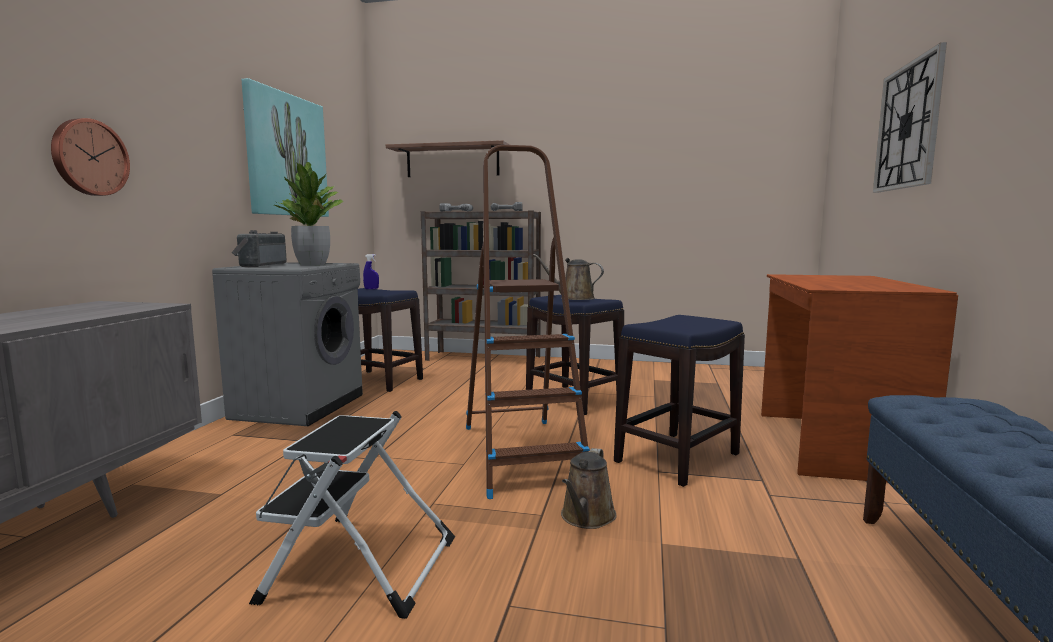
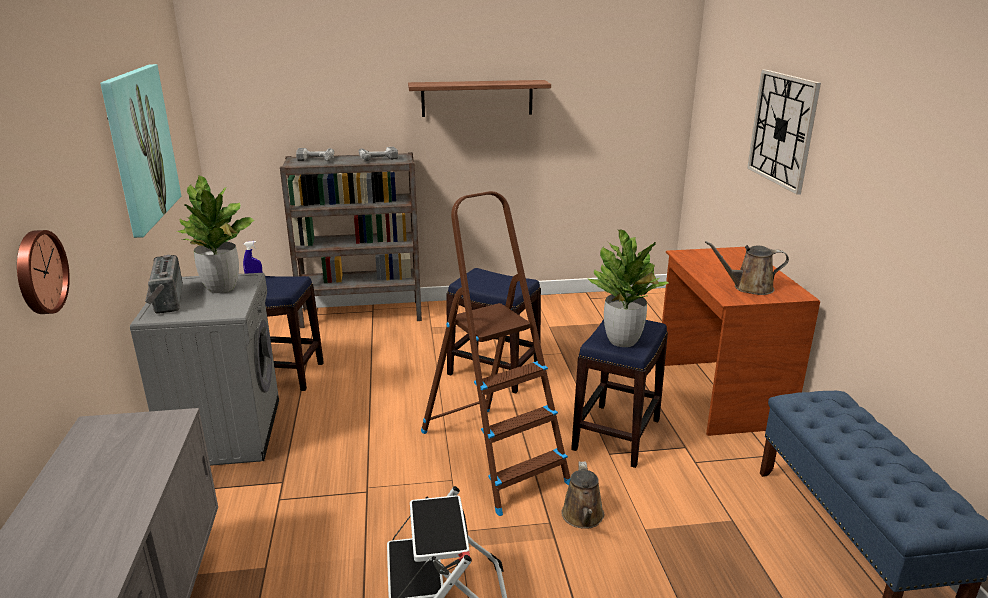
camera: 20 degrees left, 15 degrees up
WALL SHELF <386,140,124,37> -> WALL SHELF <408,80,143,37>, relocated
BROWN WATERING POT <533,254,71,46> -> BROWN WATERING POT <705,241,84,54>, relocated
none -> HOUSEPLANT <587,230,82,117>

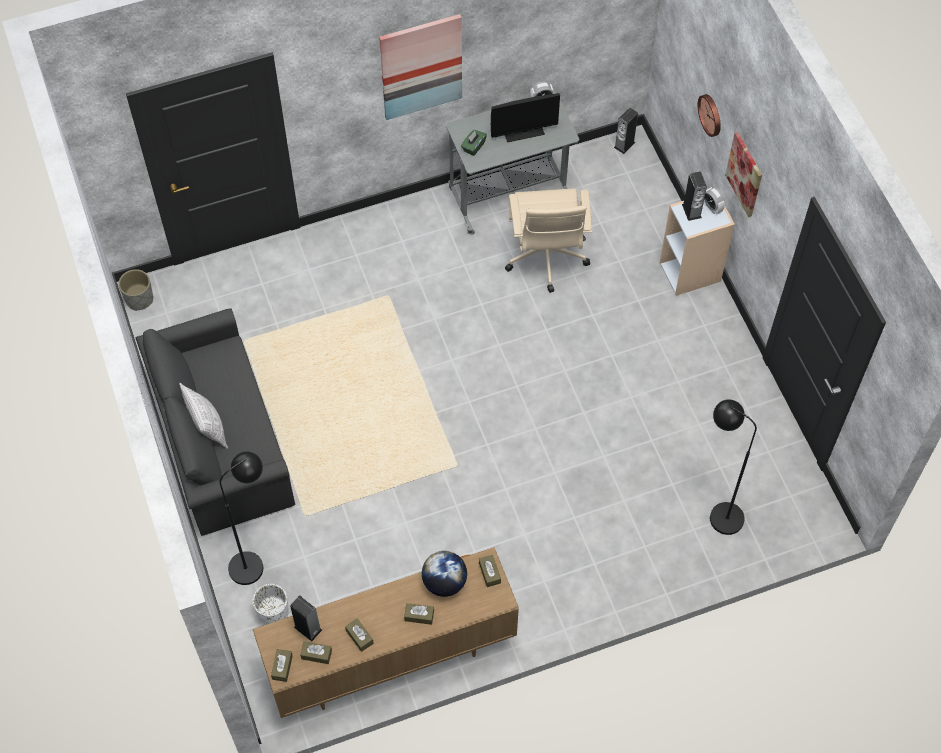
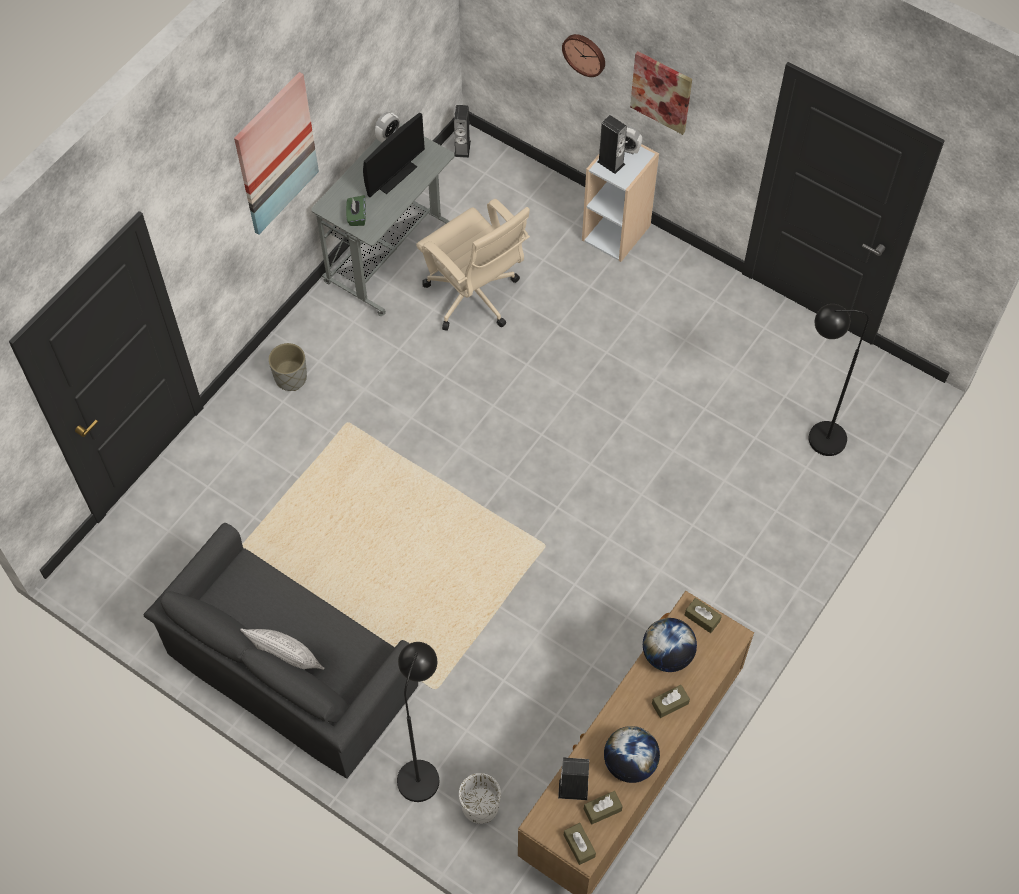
camera: 35 degrees left, 0 degrees up
GRAY FLOWER POT <118,269,35,42> -> GRAY FLOWER POT <268,343,39,48>, relocated
BROWN TISSUE BOX <345,618,29,34> -> WORLD GLOBE <604,726,56,57>

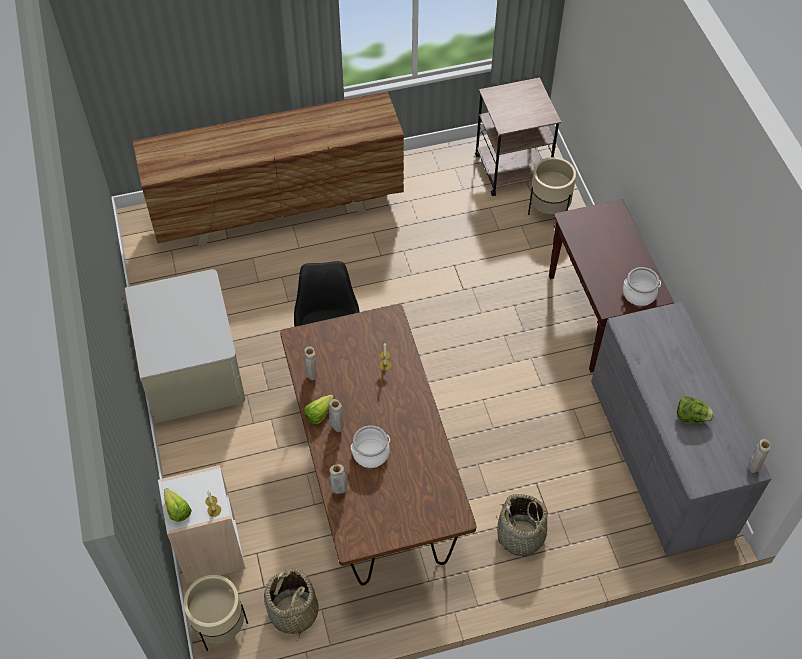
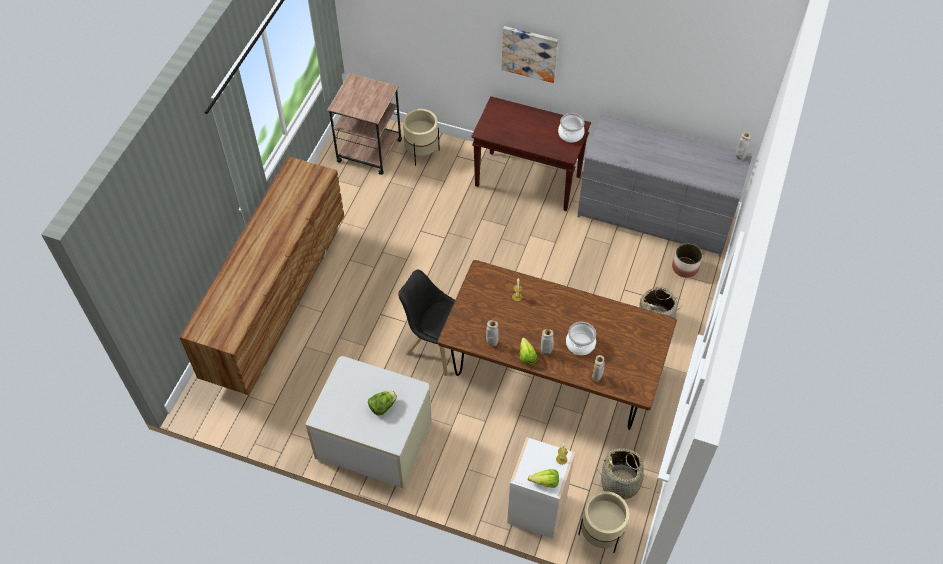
camera: 55 degrees left, 0 degrees up
LETTUCE <677,396,37,27> -> LETTUCE <368,391,29,25>, relocated
none -> PICTURE <501,26,57,57>
none -> FLOWER POT <672,243,30,35>

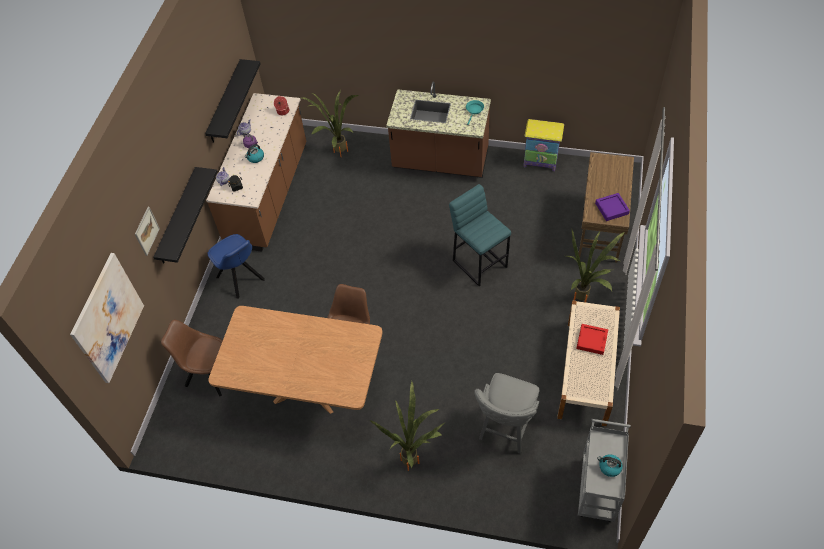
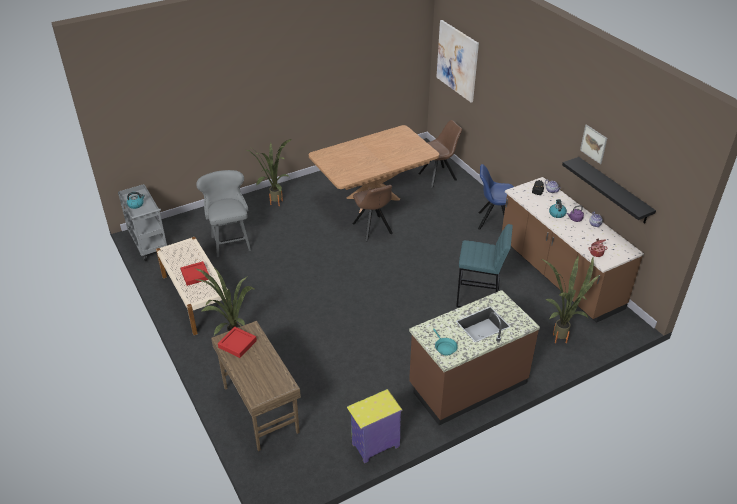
camera: 135 degrees right, 15 degrees down
BLACK-COLOURED WALL SHELF <154,167,63,97> -> none
BLUE-GREEN STOOL <449,184,62,102> -> BLUE-GREEN STOOL <456,224,57,83>, relocated
PURPLISH CARRYING TRAY <595,193,35,28> -> RED-COLOURED CARRYING TRAY <218,327,39,31>
PICTURE <135,207,25,49> -> PICTURE <580,125,27,39>, relocated

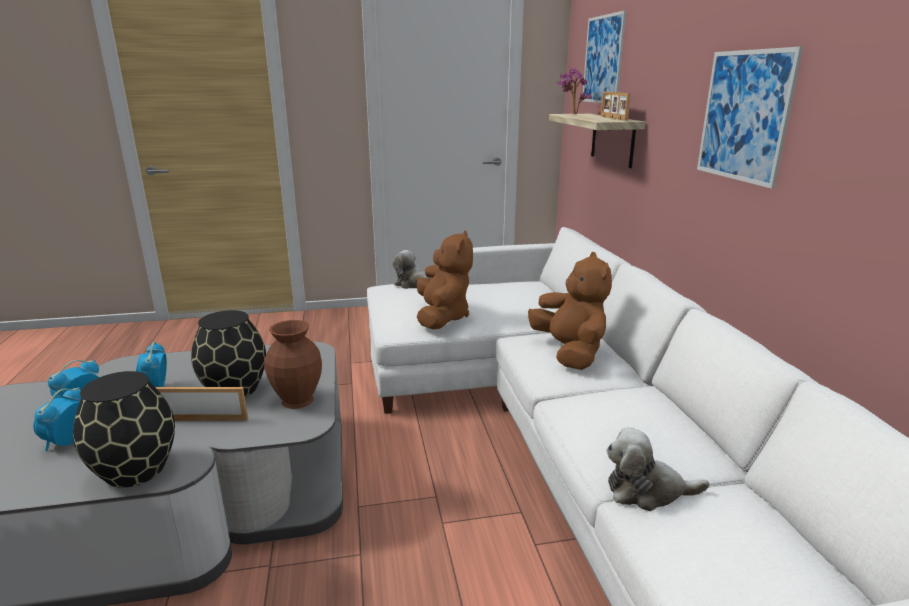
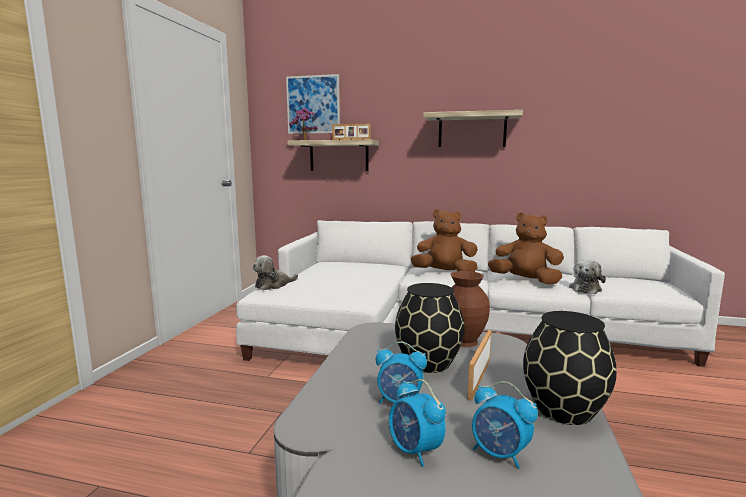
camera: 65 degrees left, 10 degrees down
PICTURE <697,47,106,142> -> WALL SHELF <423,110,100,37>
BROWN PLUSH TOY <417,230,56,99> -> BROWN PLUSH TOY <488,213,76,71>, relocated

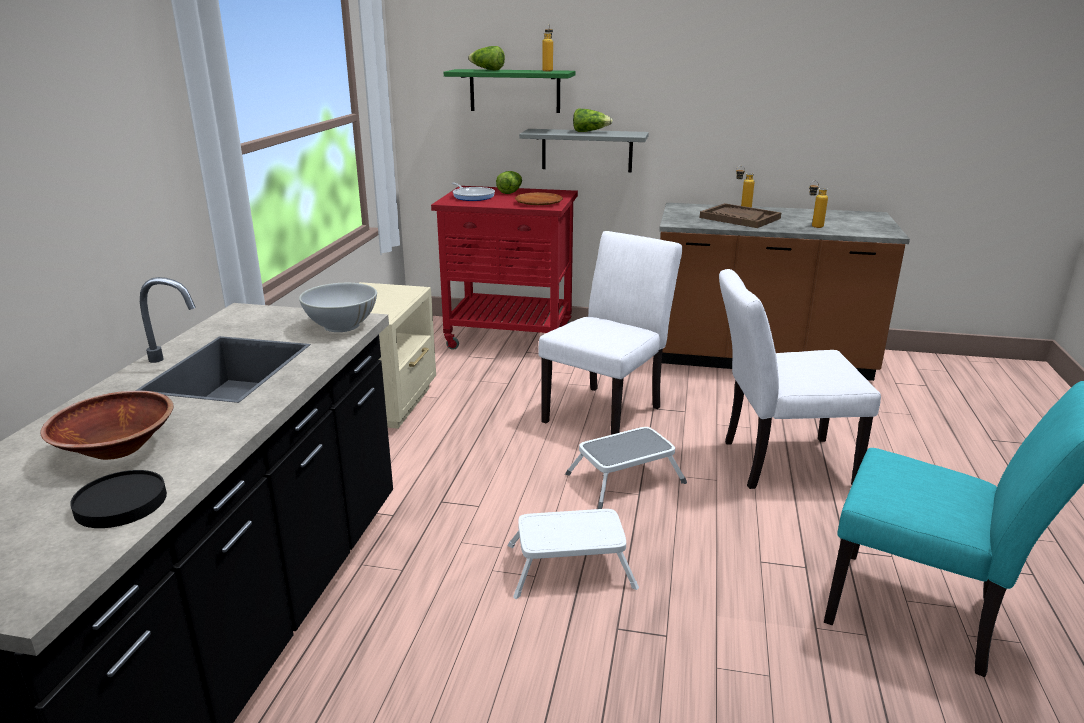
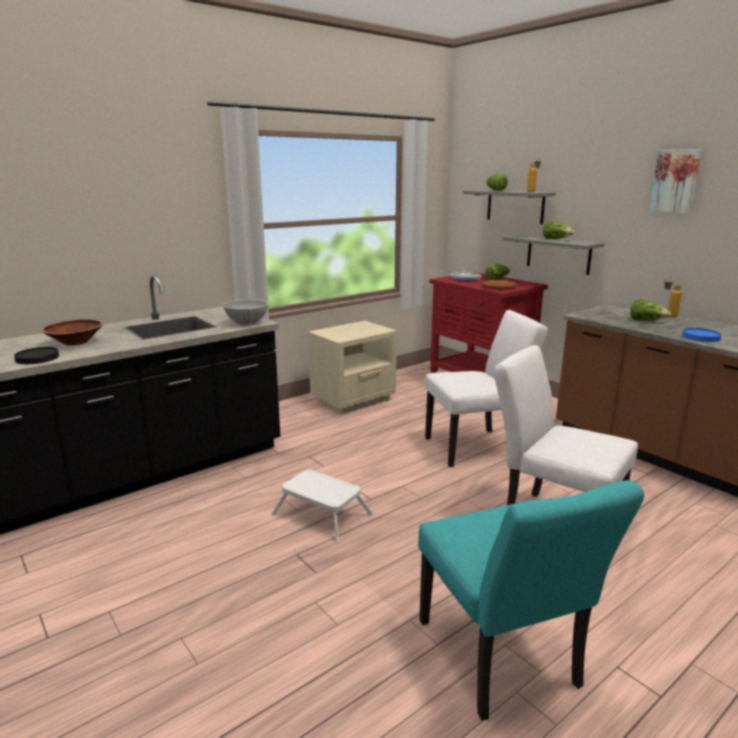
camera: 40 degrees right, 5 degrees down
GREENISH WALL SHELF <444,69,131,44> -> GRAY WALL SHELF <463,190,93,34>
BOTTLE <809,181,19,47> -> BLUE-COLOURED PLATE <682,328,39,14>
BROWN CARRYING TRAY <700,203,81,25> -> LETTUCE <630,299,41,22>
GRAY STEP STOOL <565,427,122,82> -> none
none -> PICTURE <649,149,53,65>

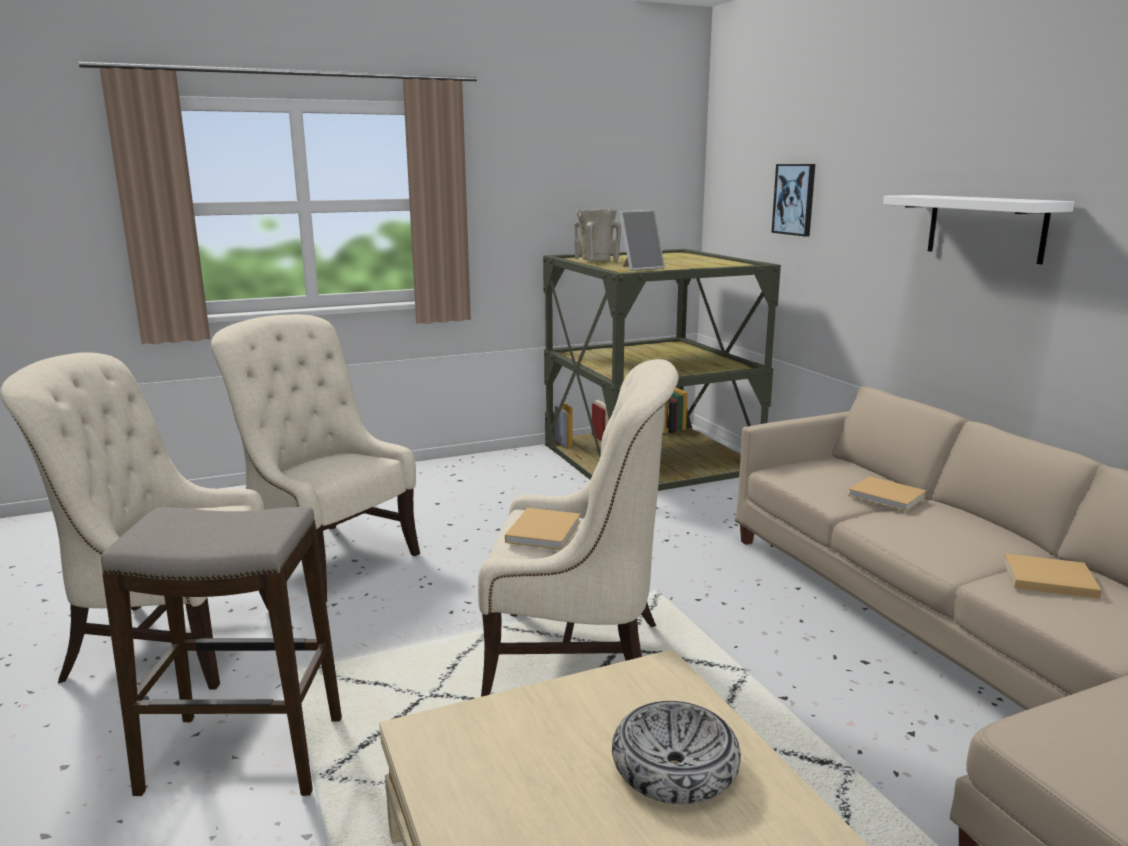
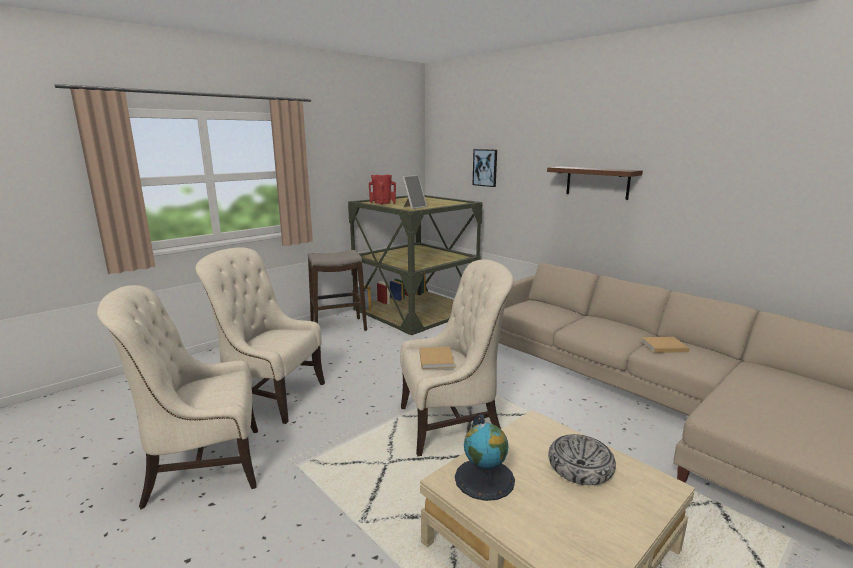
camera: 20 degrees left, 0 degrees up
WHITE WALL SHELF <883,195,191,69> -> BROWN WALL SHELF <547,167,96,33>
BEIGE FLOWER VASE <574,208,47,54> -> RED-COLOURED FLOWER VASE <369,175,27,30>
BEIGE VOLUME <848,476,79,35> -> none
STOOL <101,507,241,289> -> STOOL <308,250,59,81>, relocated
none -> WORLD GLOBE <455,415,60,86>

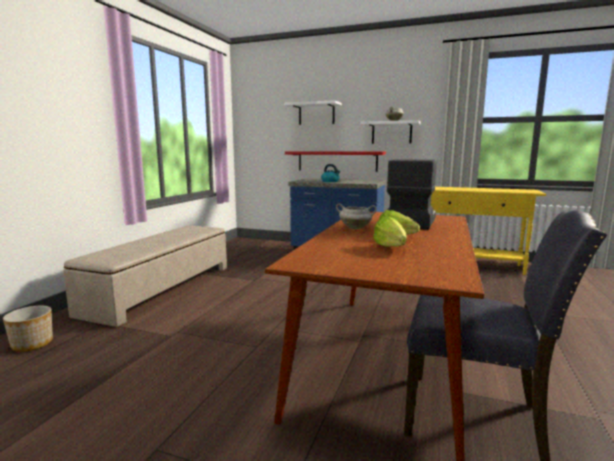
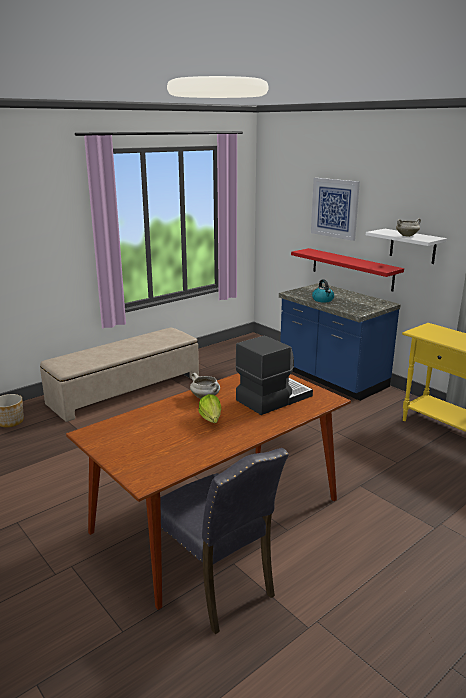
camera: 30 degrees right, 10 degrees up
WHITE WALL SHELF <284,100,58,25> -> PICTURE <311,178,49,63>
LETTUCE <373,217,34,30> -> none

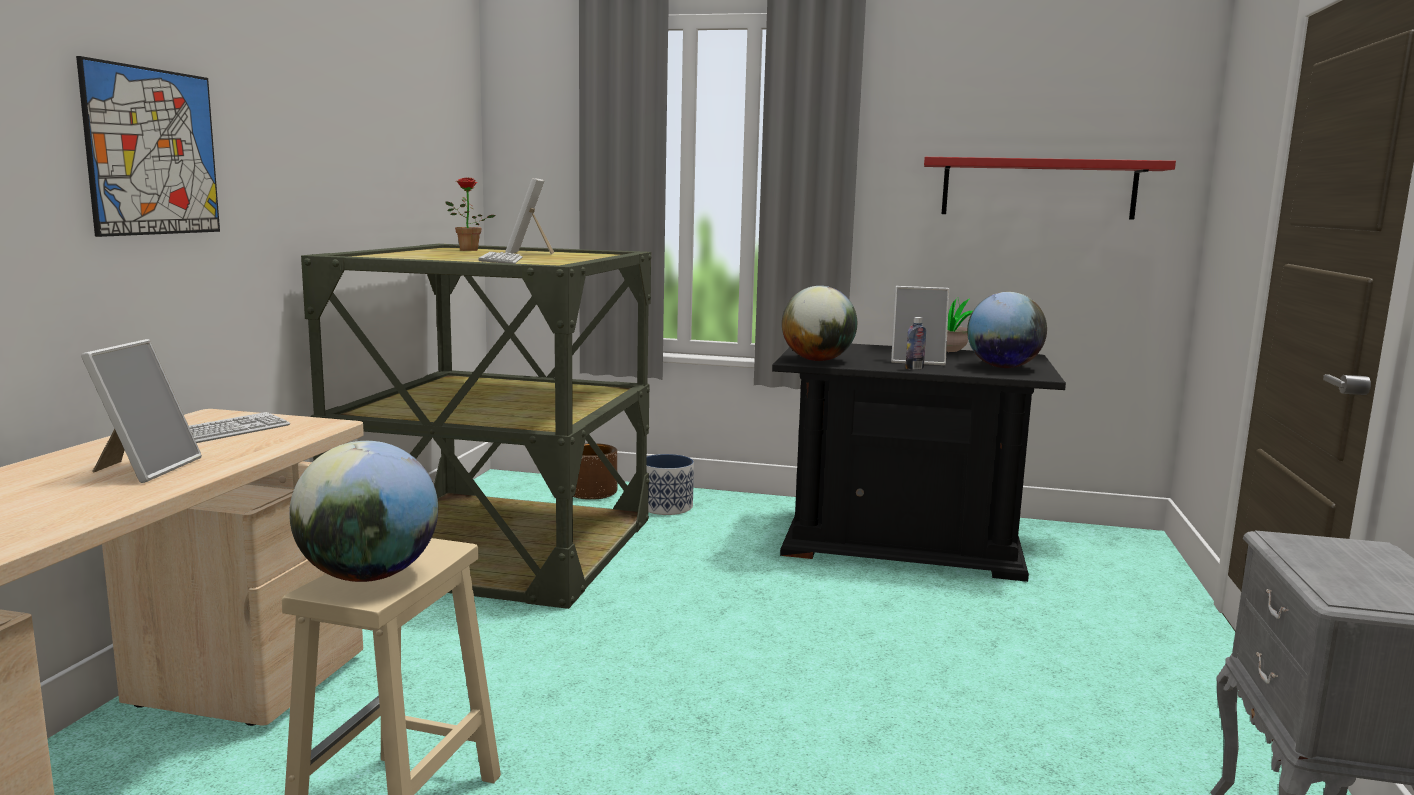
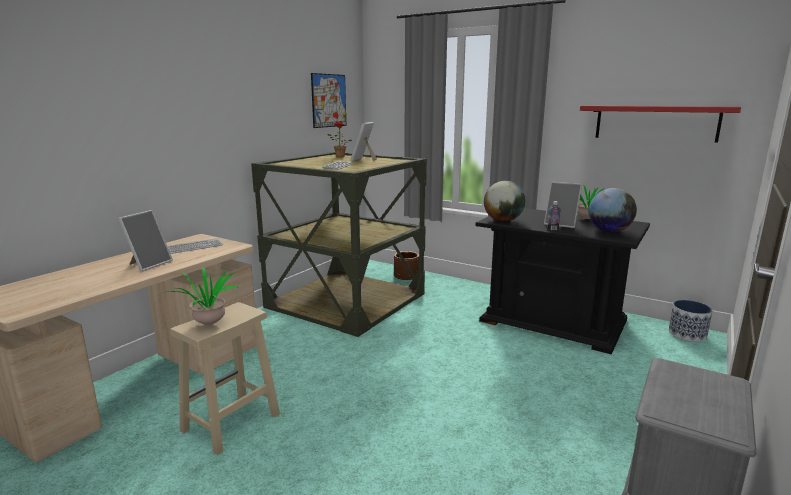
camera: 20 degrees right, 5 degrees up
PICTURE <76,56,144,181> -> PICTURE <311,73,35,55>, relocated
WORLD GLOBE <289,441,149,141> -> HOUSEPLANT <169,267,70,58>
FLOWER POT <646,454,48,61> -> FLOWER POT <669,300,43,42>, relocated

